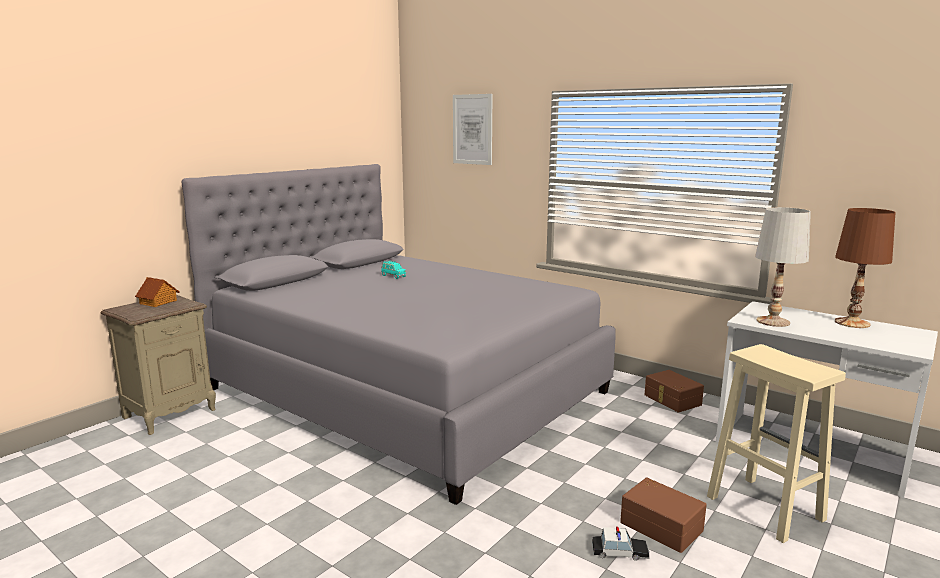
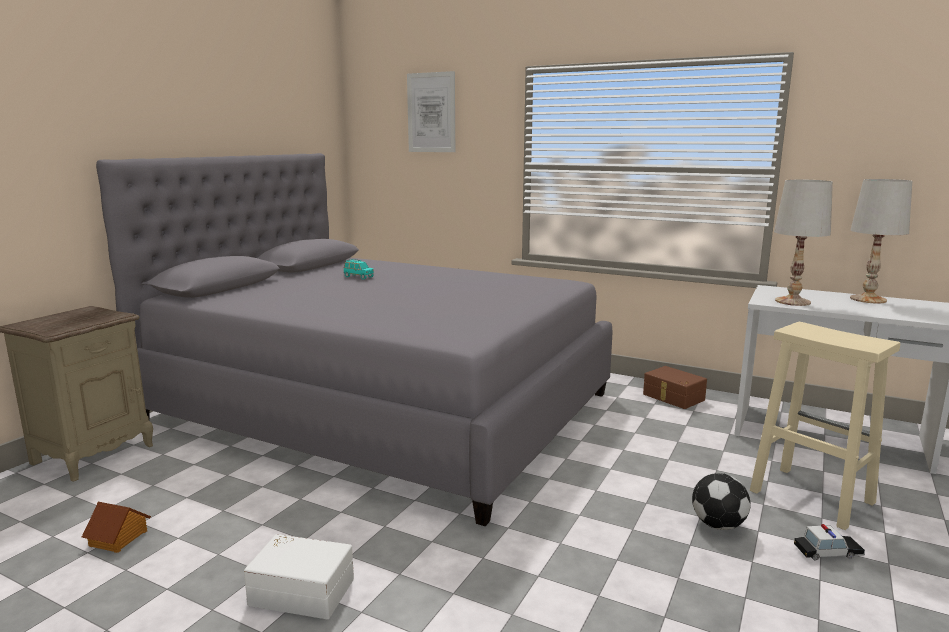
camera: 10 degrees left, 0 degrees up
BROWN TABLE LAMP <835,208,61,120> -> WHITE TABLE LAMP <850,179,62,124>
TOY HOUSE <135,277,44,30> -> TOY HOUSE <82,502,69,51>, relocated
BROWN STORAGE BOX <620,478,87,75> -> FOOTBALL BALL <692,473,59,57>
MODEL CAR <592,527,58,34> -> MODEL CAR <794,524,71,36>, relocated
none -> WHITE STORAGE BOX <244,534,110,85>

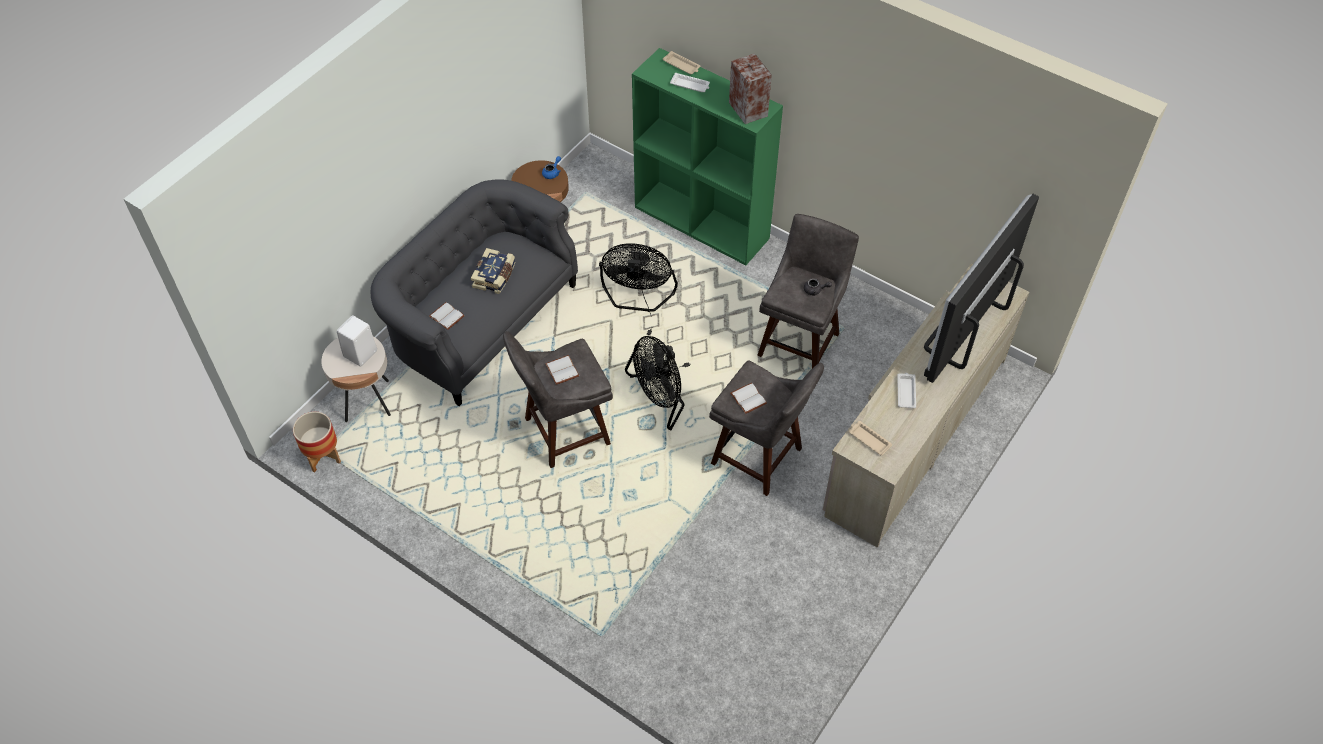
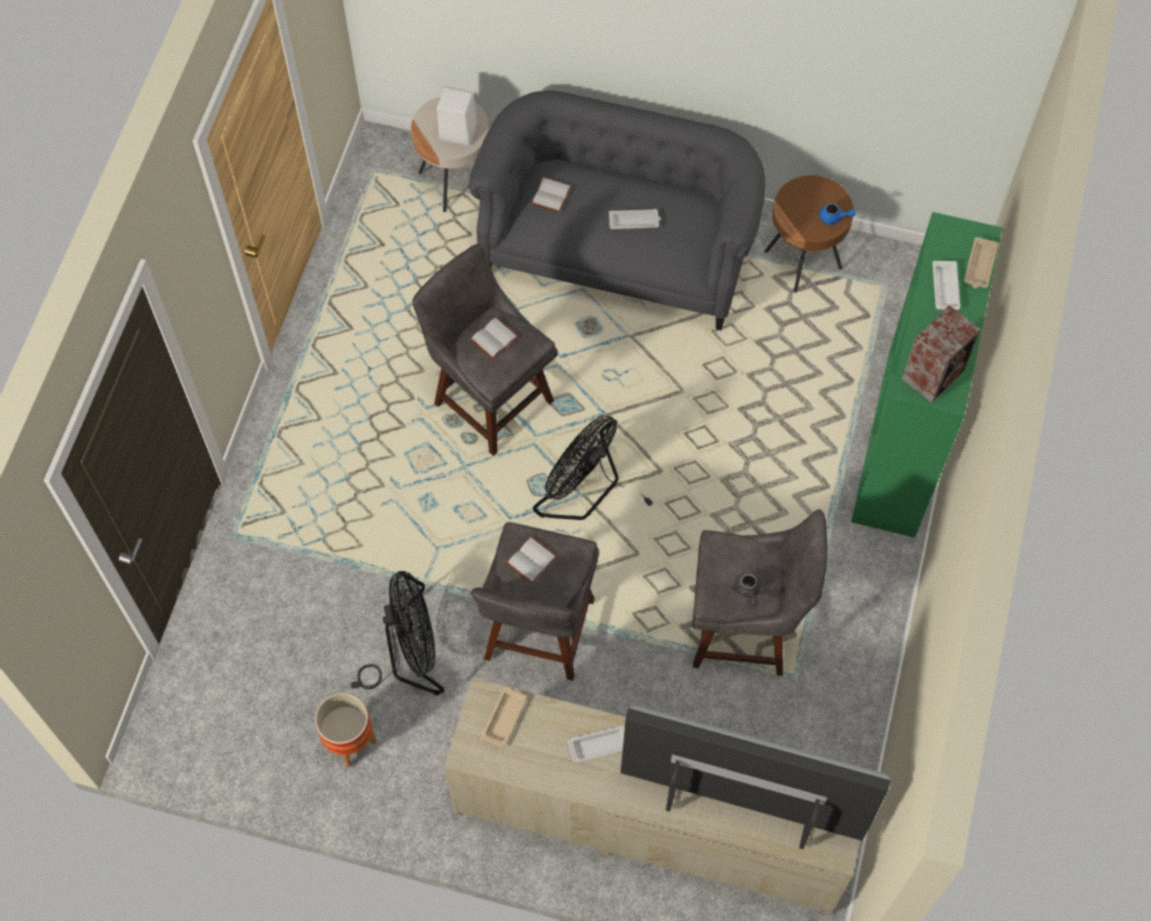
camera: 70 degrees right, 10 degrees up
BLACK-COLOURED FAN <599,243,79,92> -> BLACK-COLOURED FAN <351,571,93,125>, relocated
VOLUME <471,248,44,46> -> WHITE CARRYING TRAY <609,209,52,20>
FLOWER POT <293,412,48,60> -> FLOWER POT <315,693,62,75>, relocated

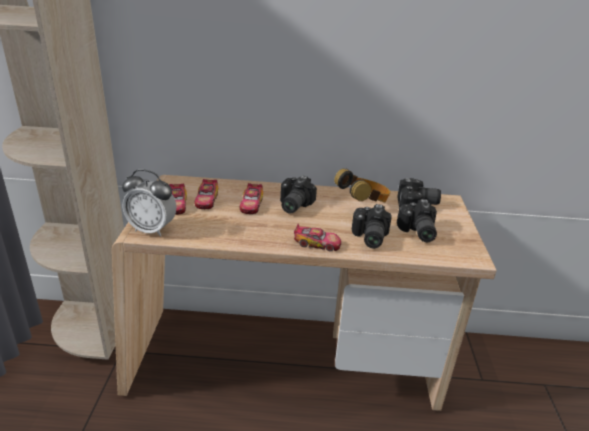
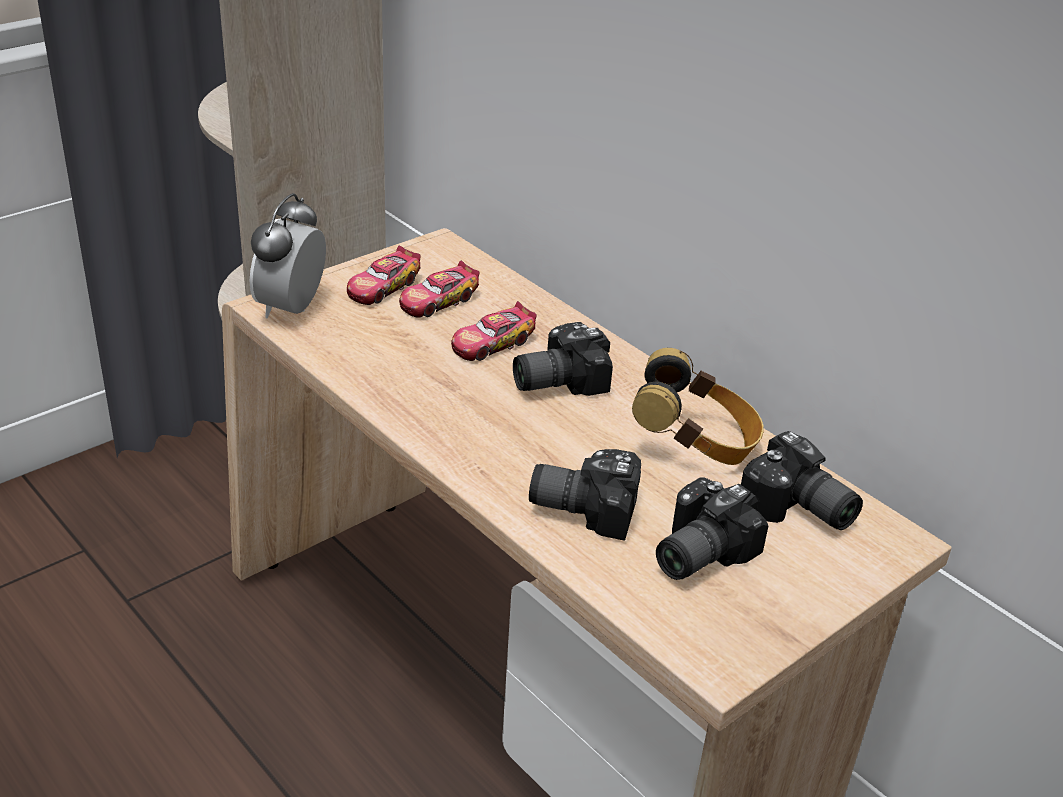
camera: 45 degrees right, 5 degrees up
ALARM CLOCK <122,169,55,68> -> ALARM CLOCK <250,193,76,125>, 45 degrees clockwise
PHOTO CAMERA <352,204,40,44> -> PHOTO CAMERA <529,449,112,92>, 45 degrees clockwise
MODEL CAR <294,224,47,27> -> none

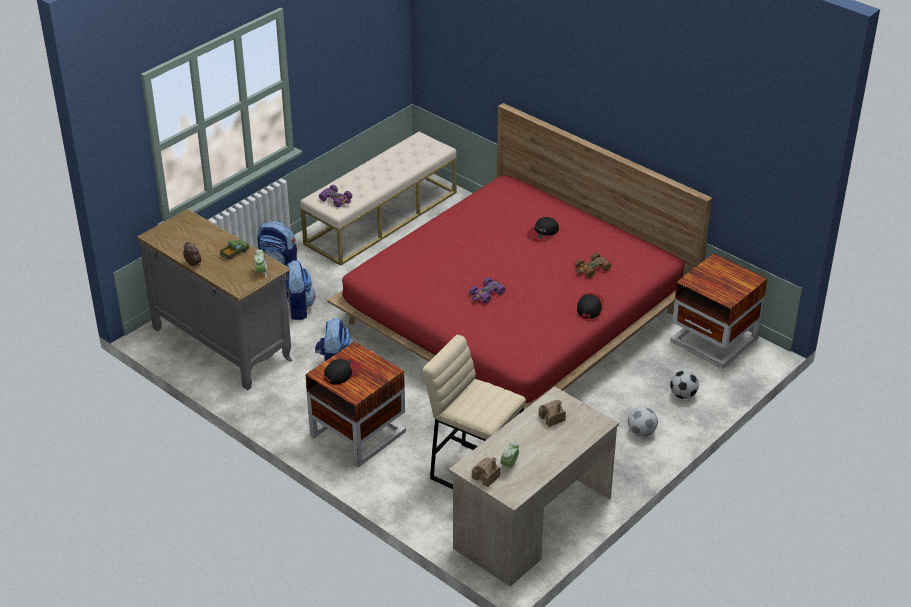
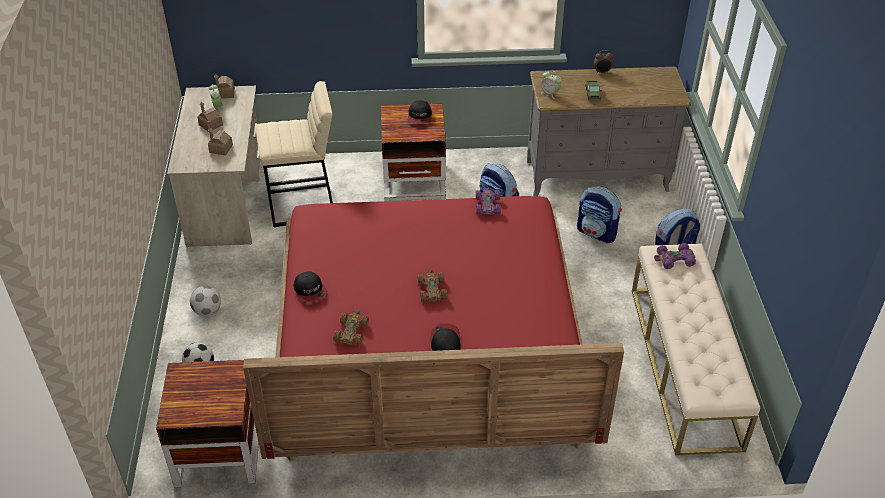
camera: 135 degrees right, 5 degrees up
PURPLISH MODEL CAR <469,277,36,27> -> PURPLISH MODEL CAR <476,188,25,27>, relocated
none -> TOY HOUSE <198,102,25,30>
none -> BROWN MODEL CAR <418,270,30,32>

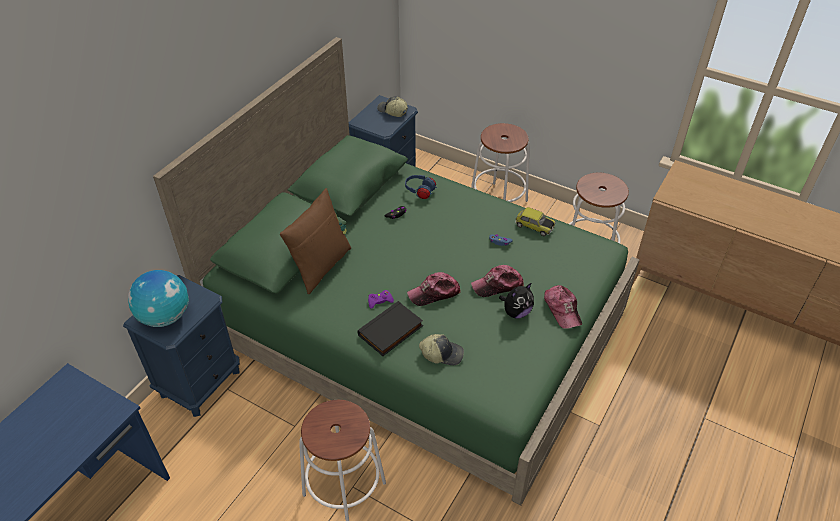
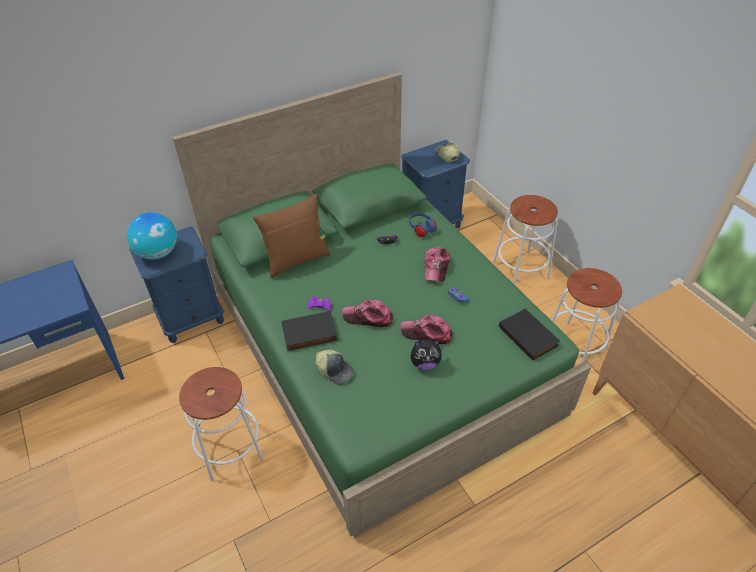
camera: 30 degrees right, 0 degrees up
MODEL CAR <515,207,41,29> -> none
BASEBALL CAP <544,285,38,44> -> BASEBALL CAP <425,247,25,35>, relocated
none -> BLACK-COLOURED VOLUME <499,308,61,52>

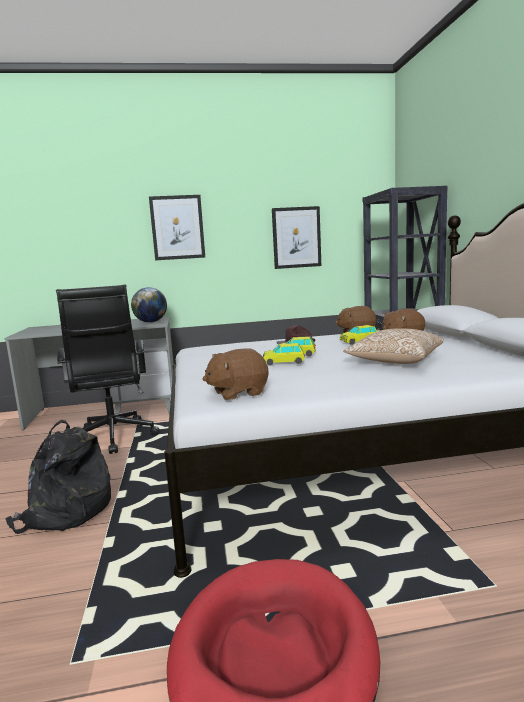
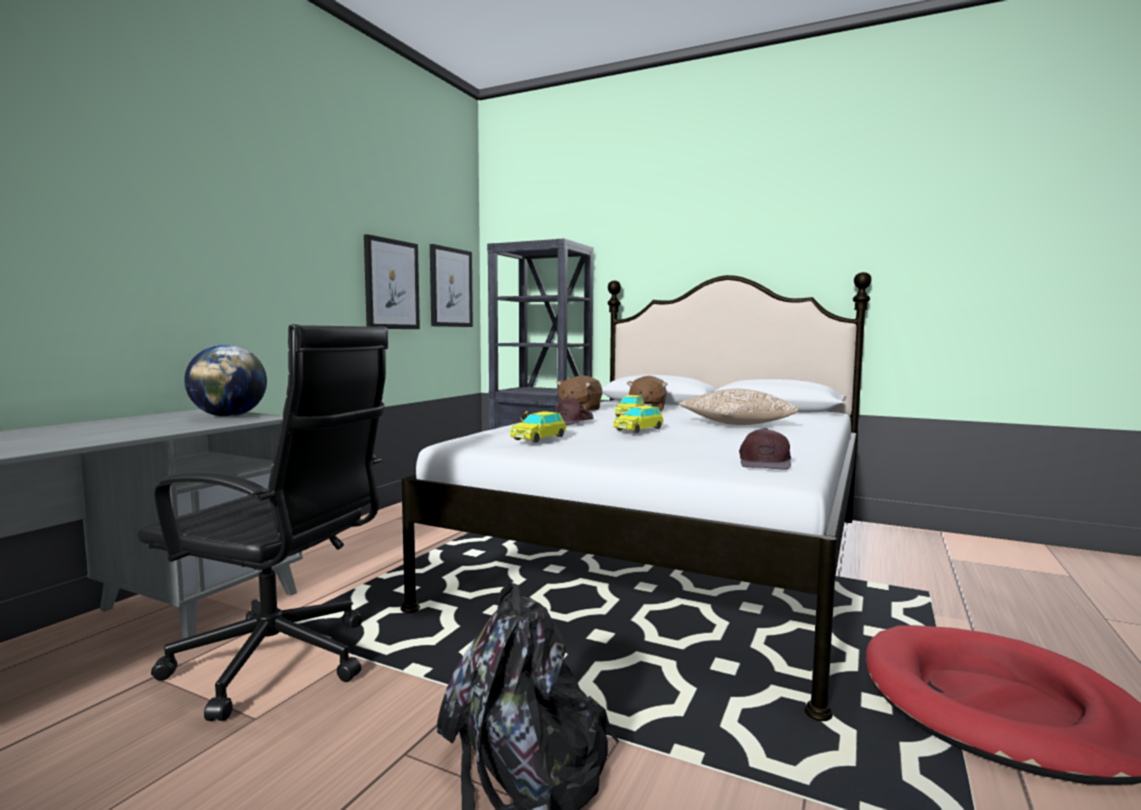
camera: 55 degrees left, 5 degrees down
PICTURE <149,195,56,65> -> PICTURE <430,244,43,83>, relocated
MODEL CAR <263,343,42,23> -> MODEL CAR <510,411,56,32>, relocated
BROWN PLUSH TOY <203,349,66,51> -> BROWN BASEBALL CAP <739,428,52,42>

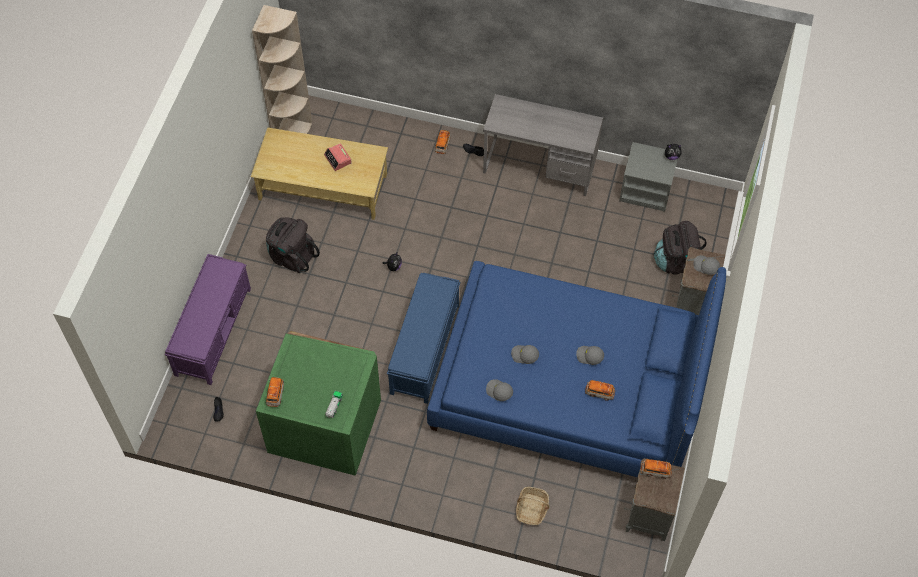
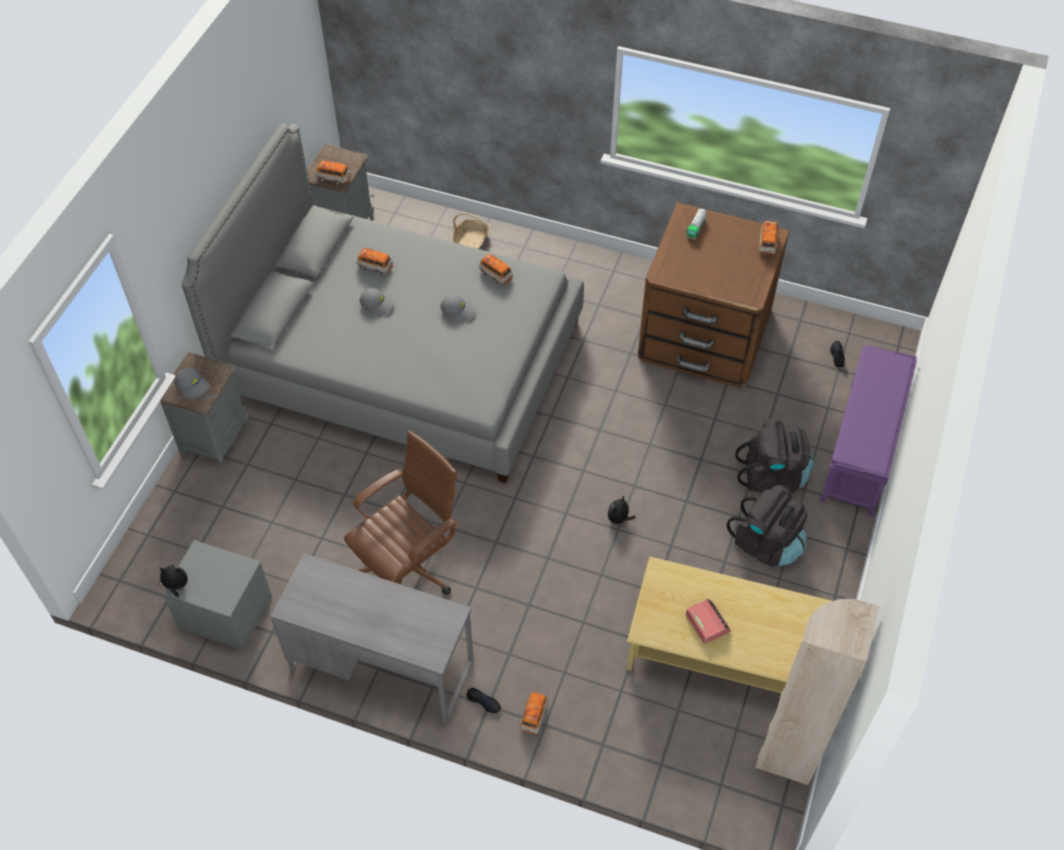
camera: 175 degrees left, 5 degrees down
BLACK-COLOURED BACKPACK <654,221,53,53> -> BLACK-COLOURED BACKPACK <735,419,79,74>, relocated
BLUE-COLOURED BED <427,261,299,216> -> GRAY BED <182,124,402,359>
BLUE-COLOURED INDOOR BENCH <387,273,73,131> -> none
GREENISH DRAWER CHEST <256,331,125,145> -> BROWN DRAWER CHEST <638,202,151,186>
GRAY BASEBALL CAP <486,379,27,22> -> MODEL CAR <479,253,34,32>
none -> BROWN DESK CHAIR <344,431,114,164>

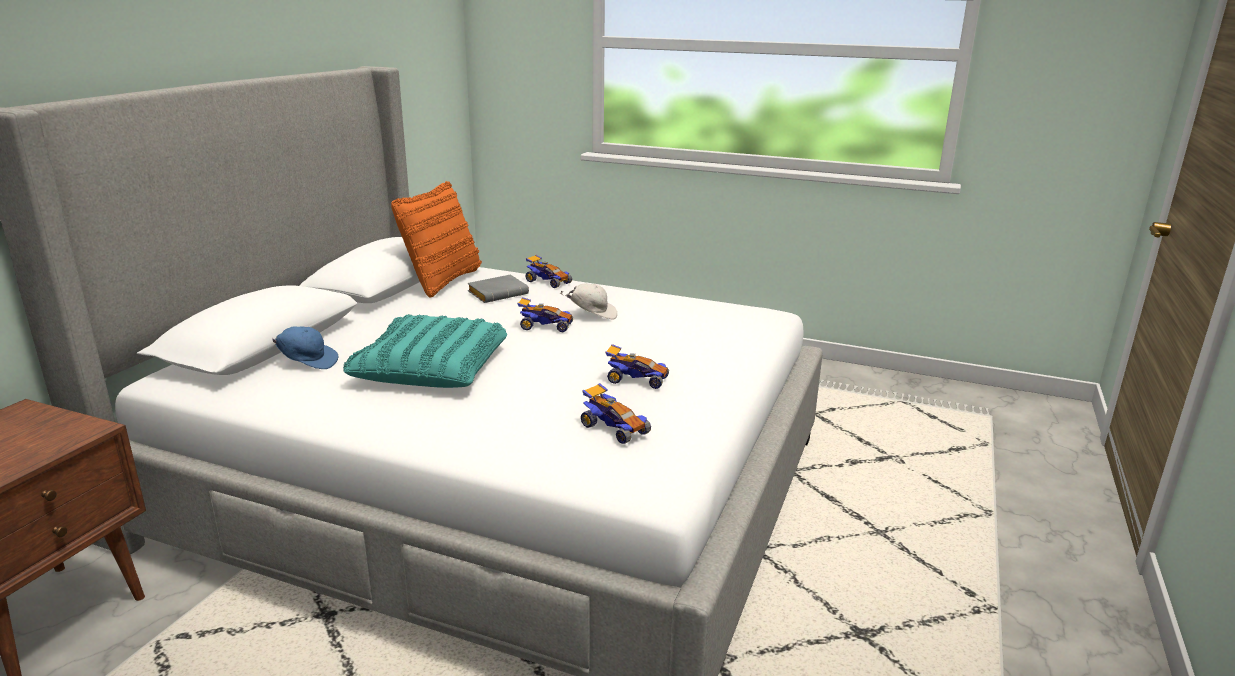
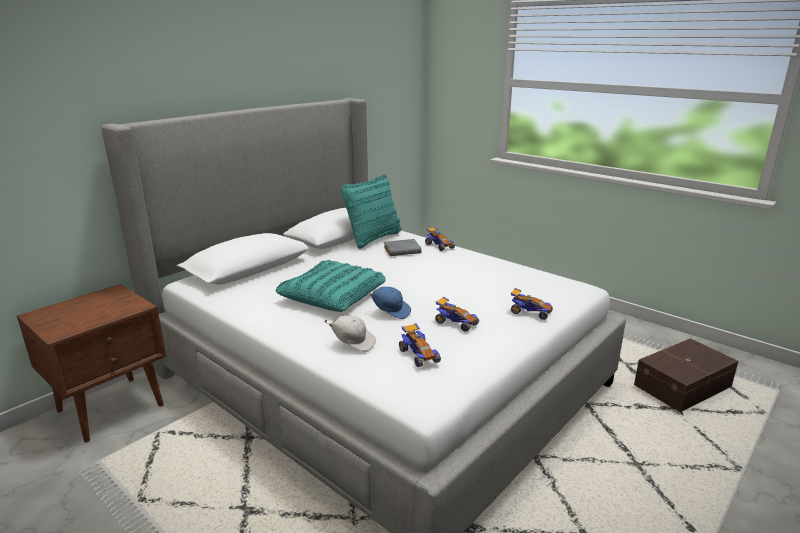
camera: 20 degrees right, 0 degrees up
ORANGEY CUSHION <391,181,91,117> -> BLUE-GREEN CUSHION <341,174,61,75>
WHITE BASEBALL CAP <560,284,57,35> -> WHITE BASEBALL CAP <324,315,52,37>, relocated
MODEL CAR <517,297,56,35> -> MODEL CAR <511,288,42,32>, relocated
BLUE-COLOURED BASEBALL CAP <272,326,67,43> -> BLUE-COLOURED BASEBALL CAP <365,287,46,32>, relocated
none -> BROWN STORAGE BOX <634,338,104,74>

